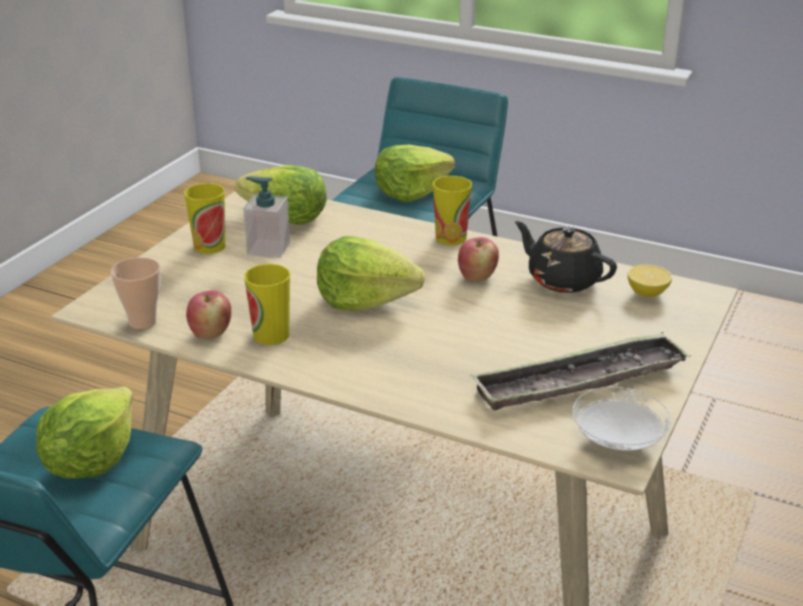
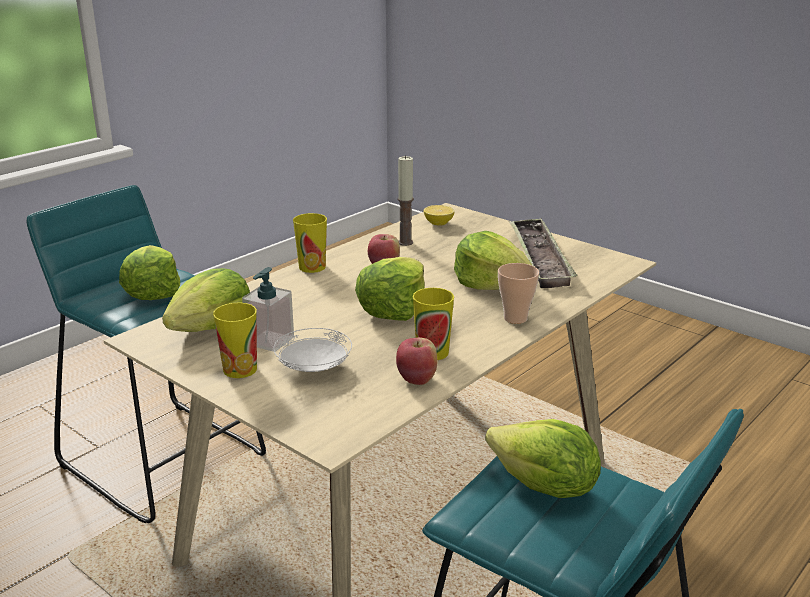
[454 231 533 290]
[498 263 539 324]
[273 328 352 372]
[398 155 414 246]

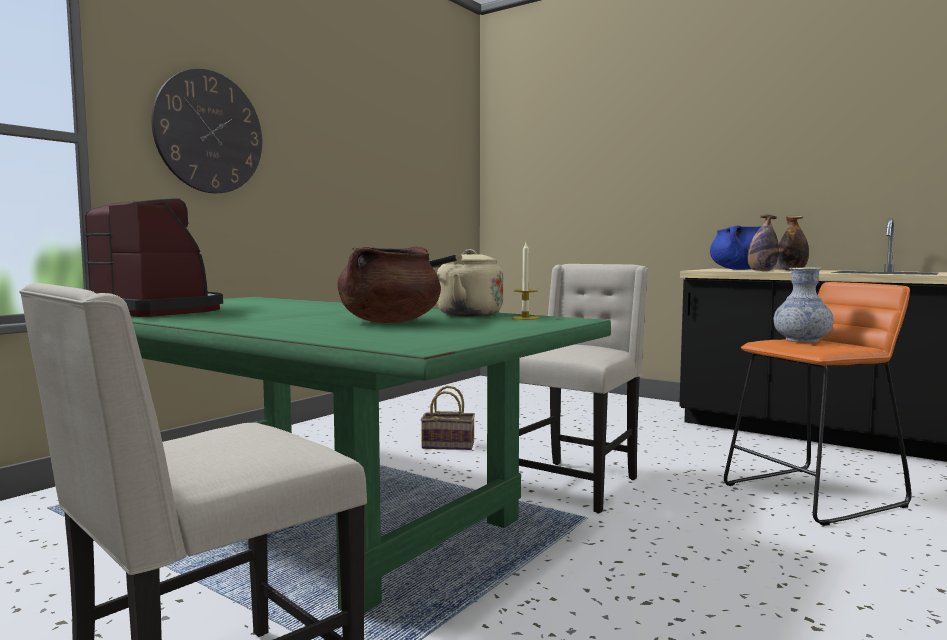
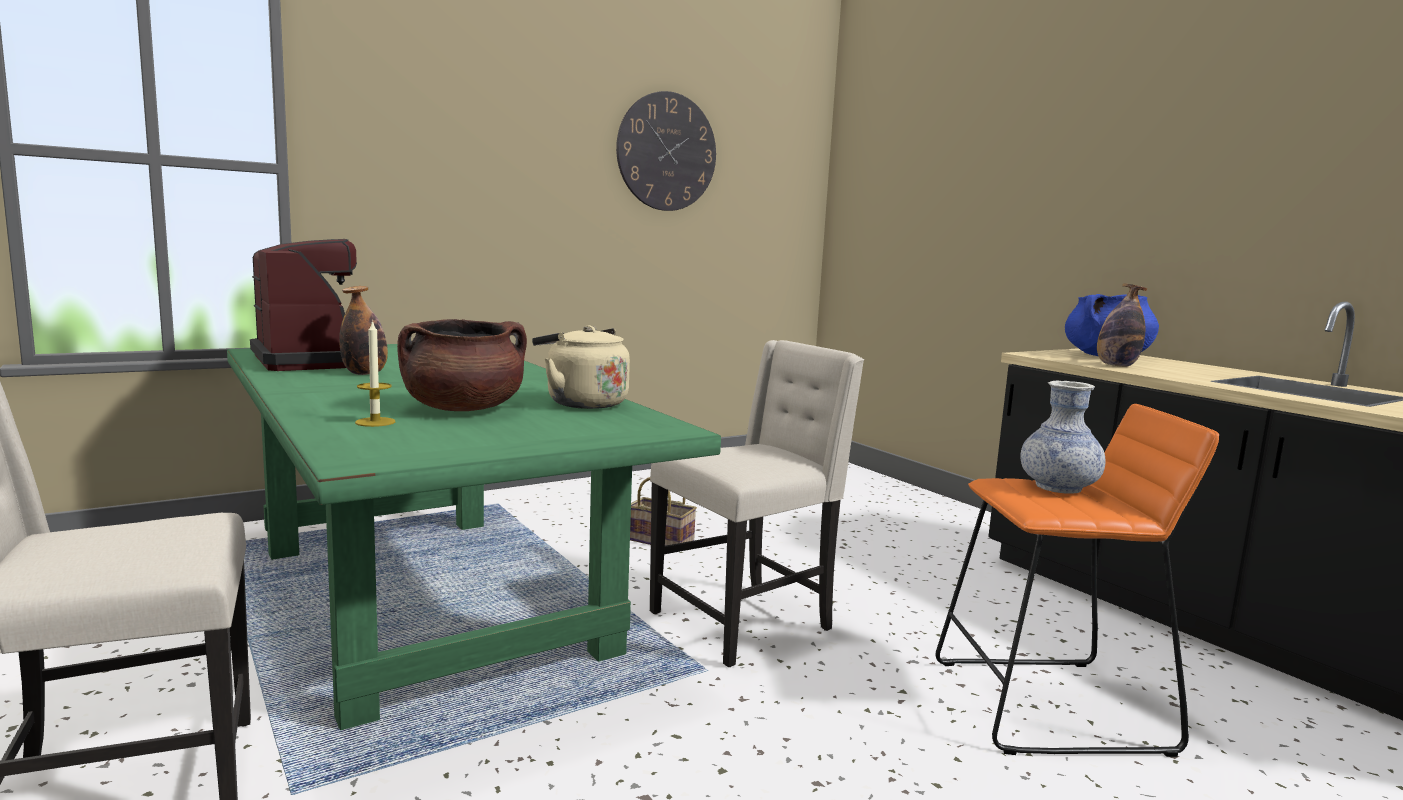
[616 91 716 211]
[355 320 395 427]
[339 286 388 375]

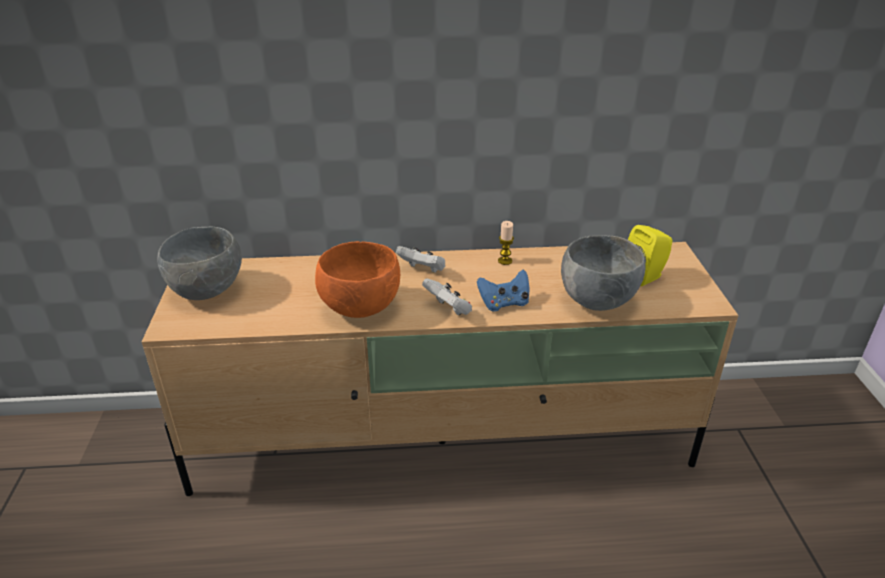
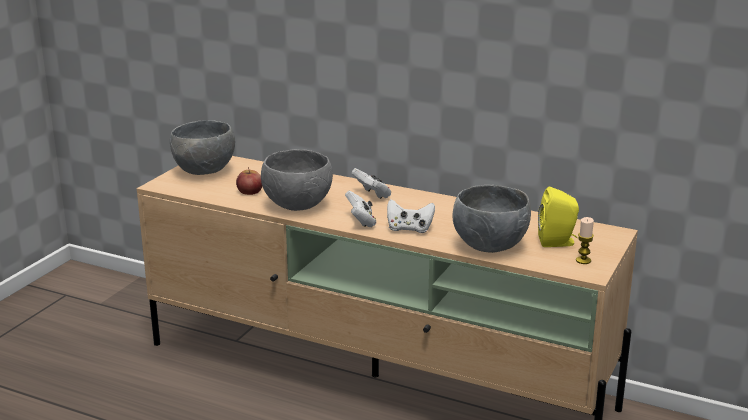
[236 167 262 195]
[576 217 594 264]
[261 149 333 211]
[387 199 435 233]

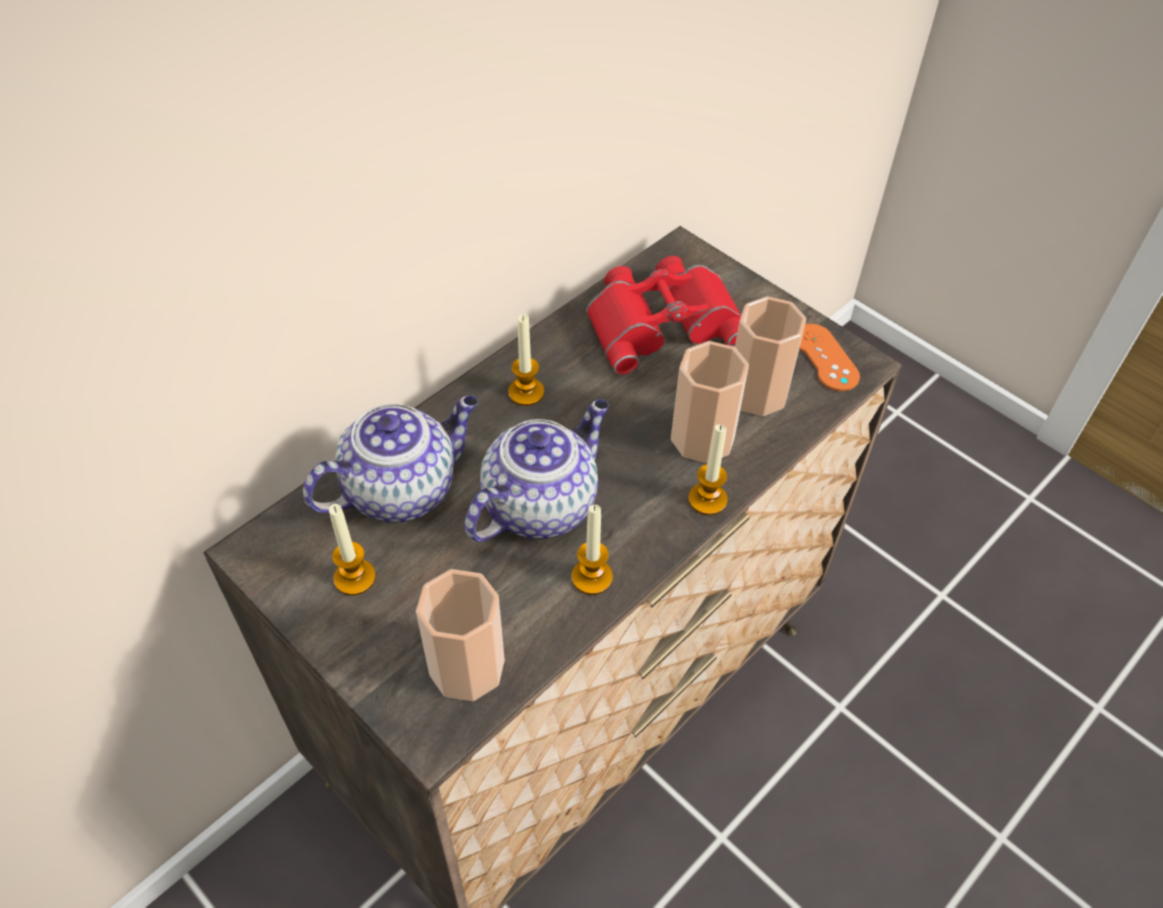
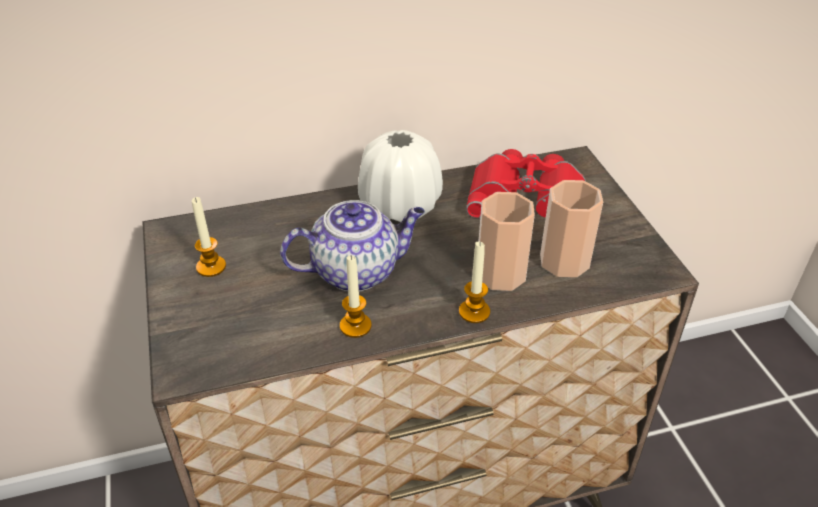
[303 396 478 522] (first image)
[416 569 505 701] (first image)
[799 324 860 391] (first image)
[358 130 443 222]

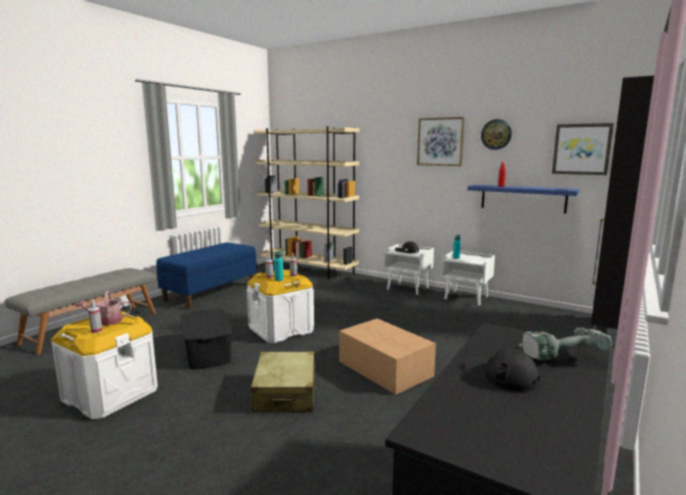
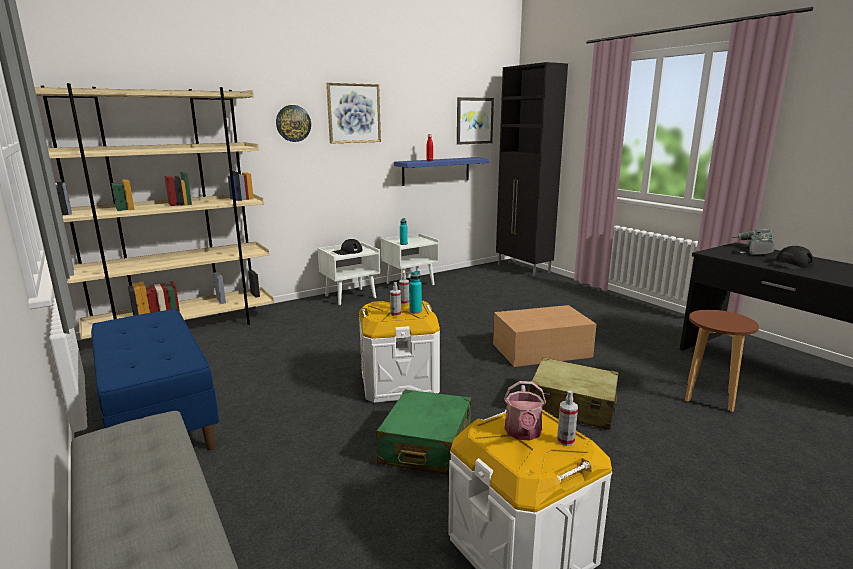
[685 310 759 412]
[276 105 311 142]
[376 390 471 475]

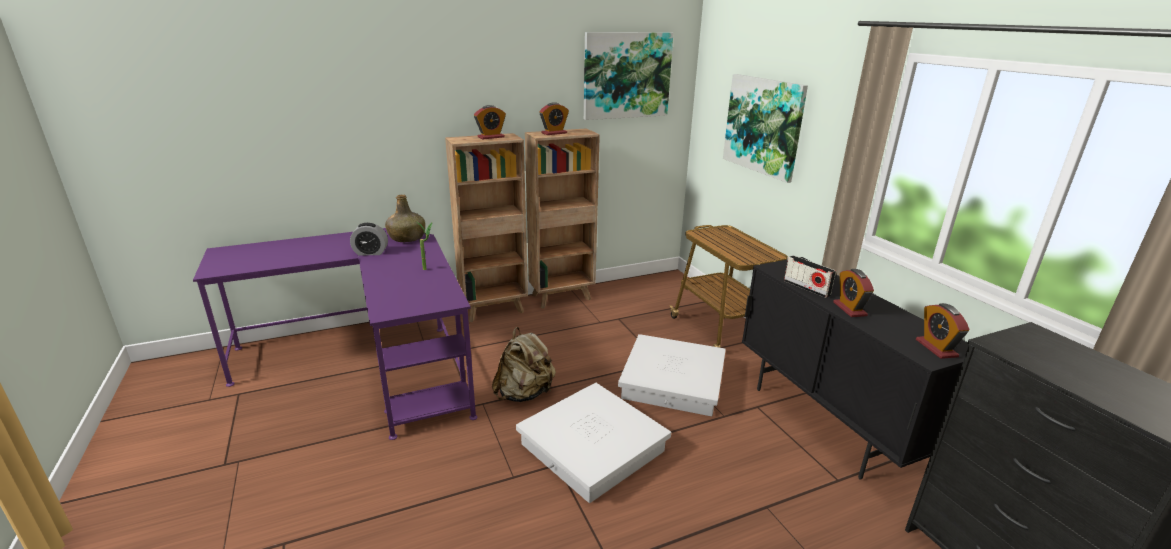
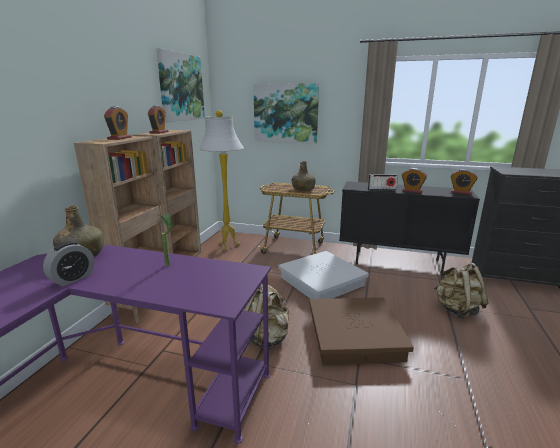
[199 110 244 251]
[292 161 316 191]
[434 263 488 319]
[309 297 414 365]

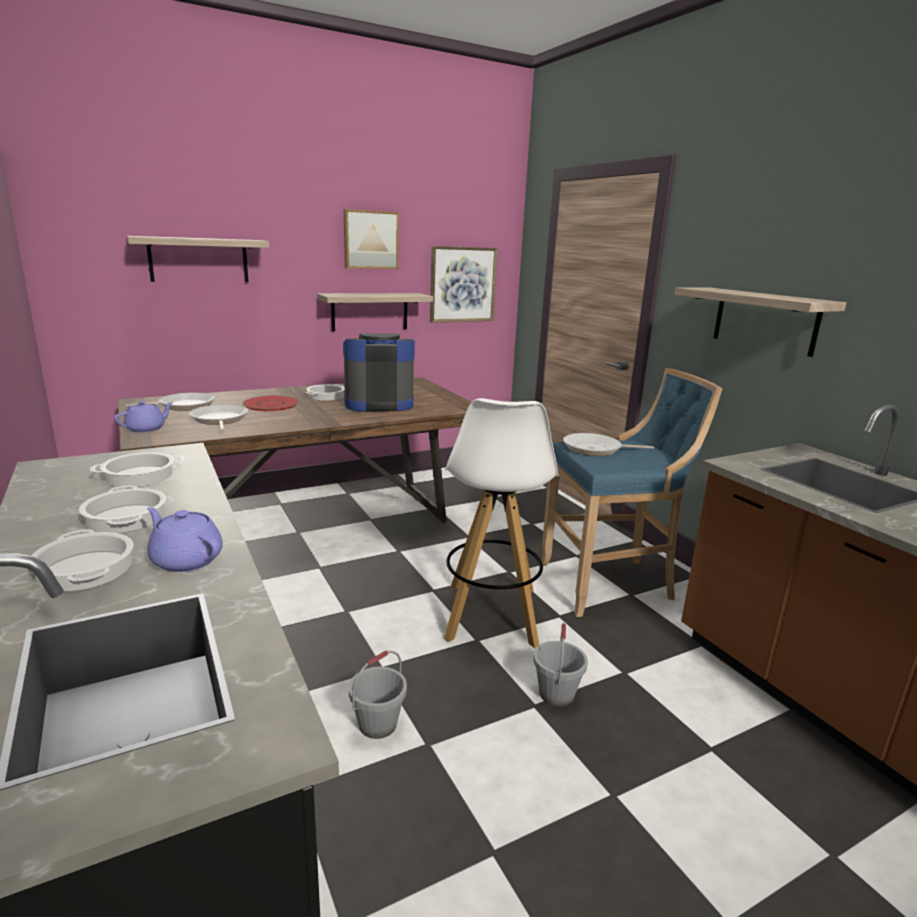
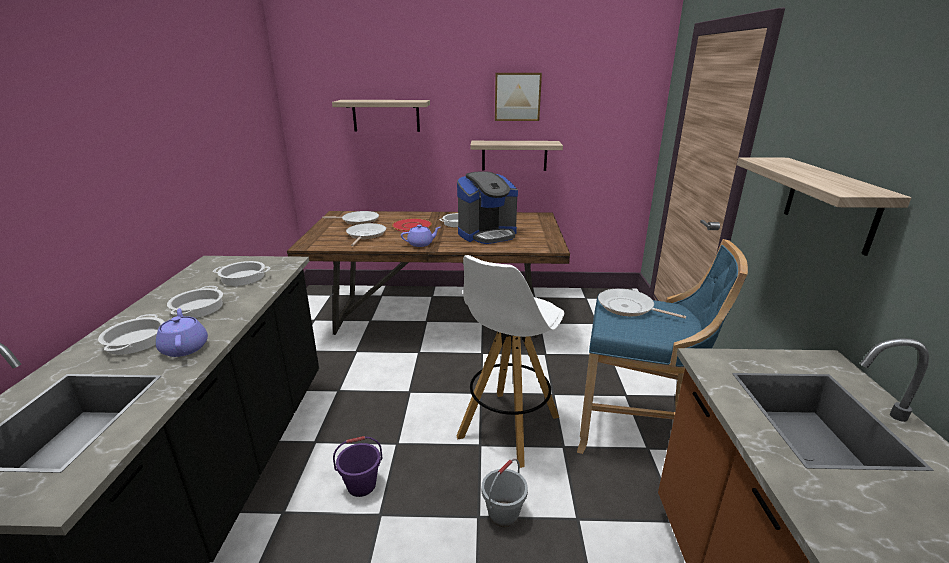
[430 246 498 323] (first image)
[401 225 440 247]
[333 436 383 497]
[457 171 518 244]

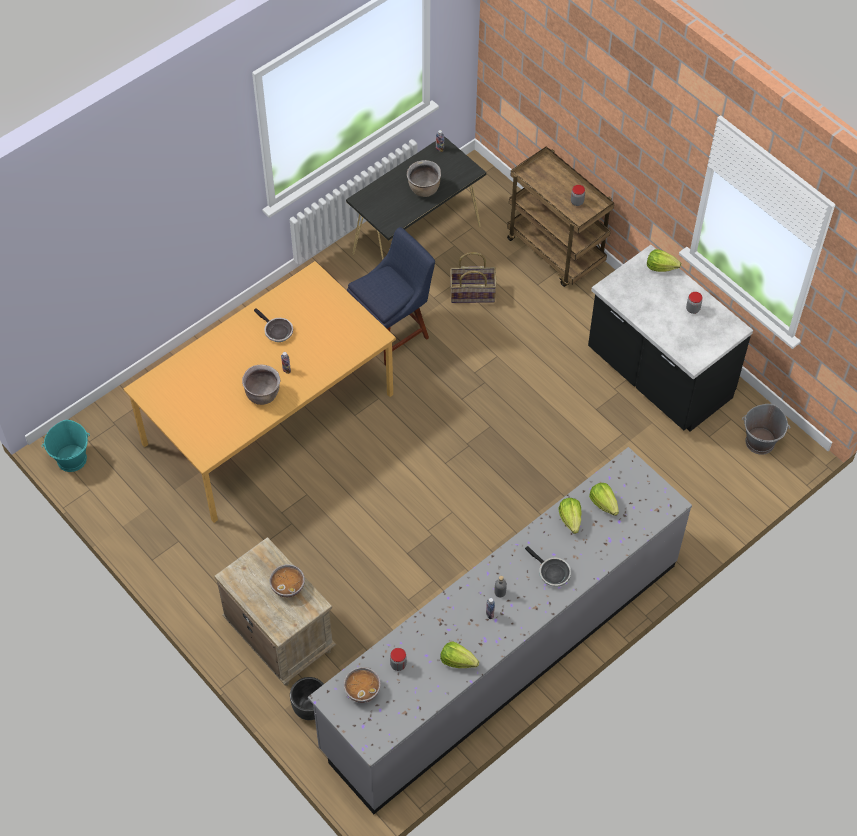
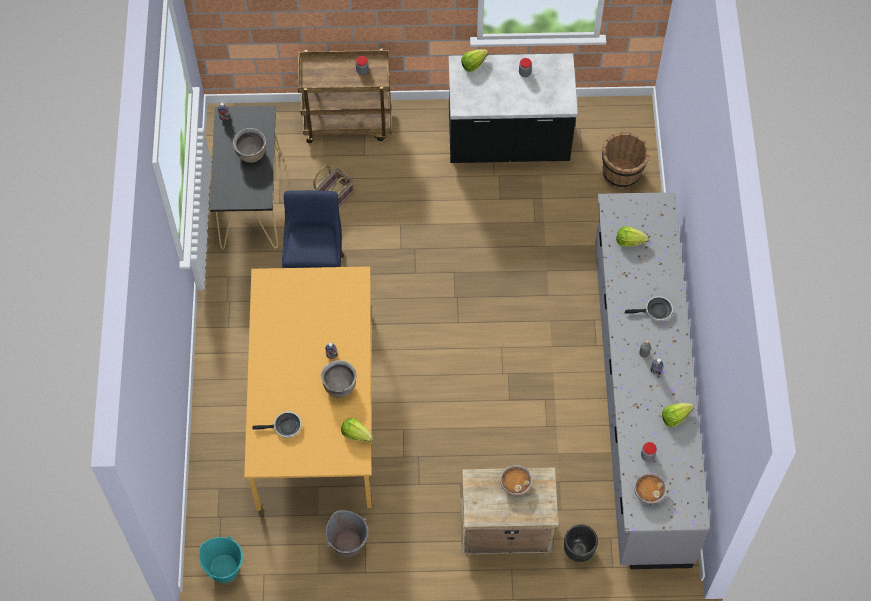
[602 132 650 189]
[252 412 302 438]
[341 418 373 442]
[326 510 369 557]

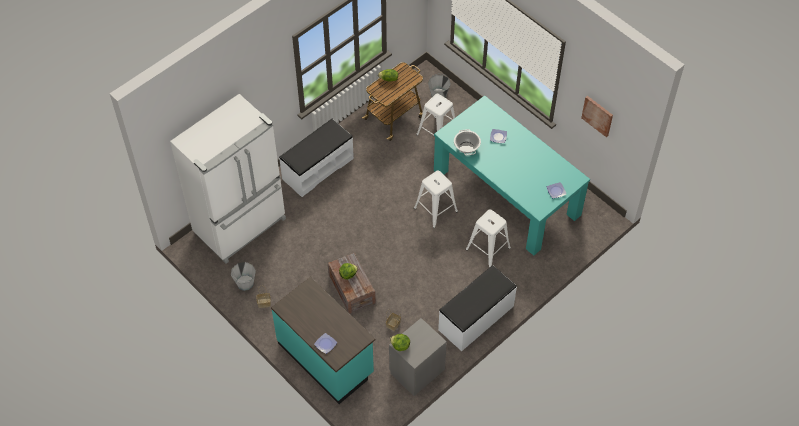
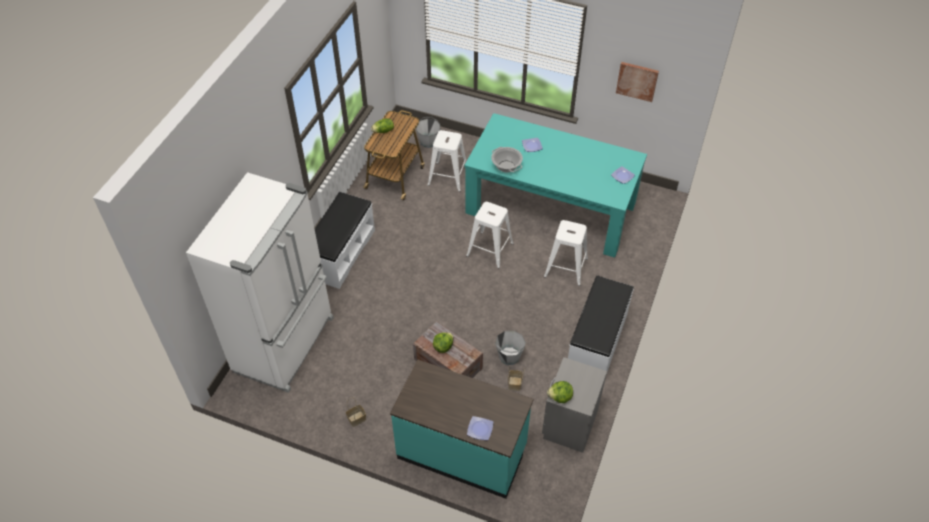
[495 331 526 365]

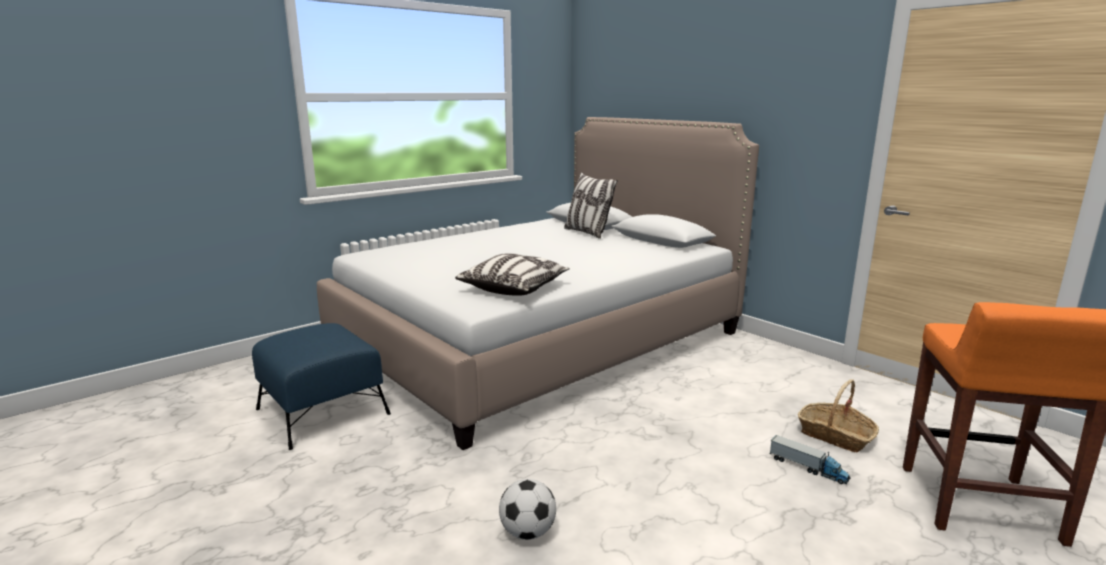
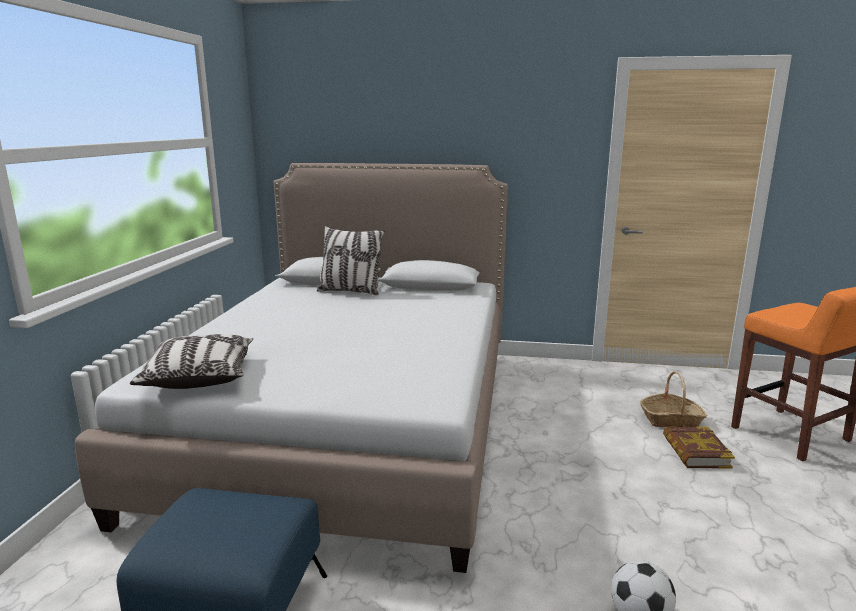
[130 334 253 389]
[663 427 735 469]

